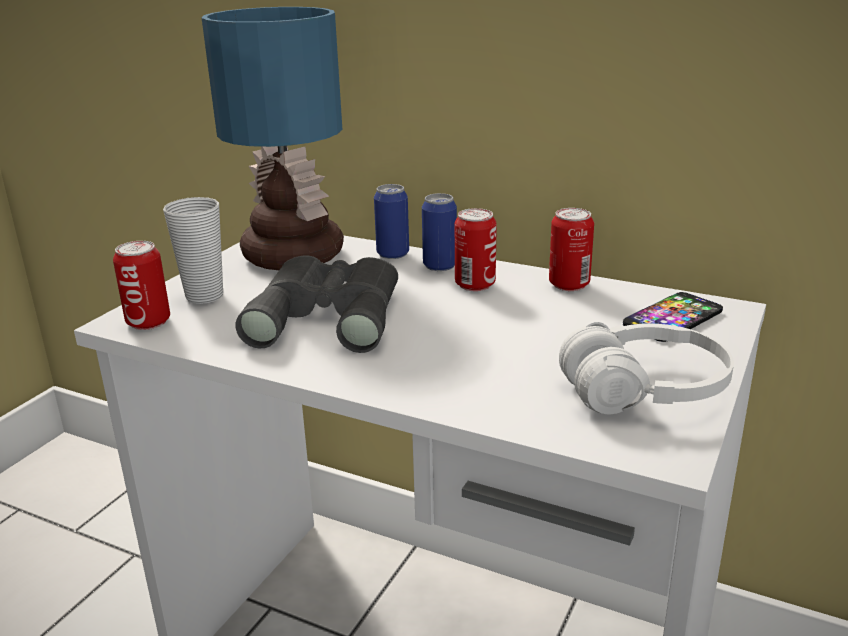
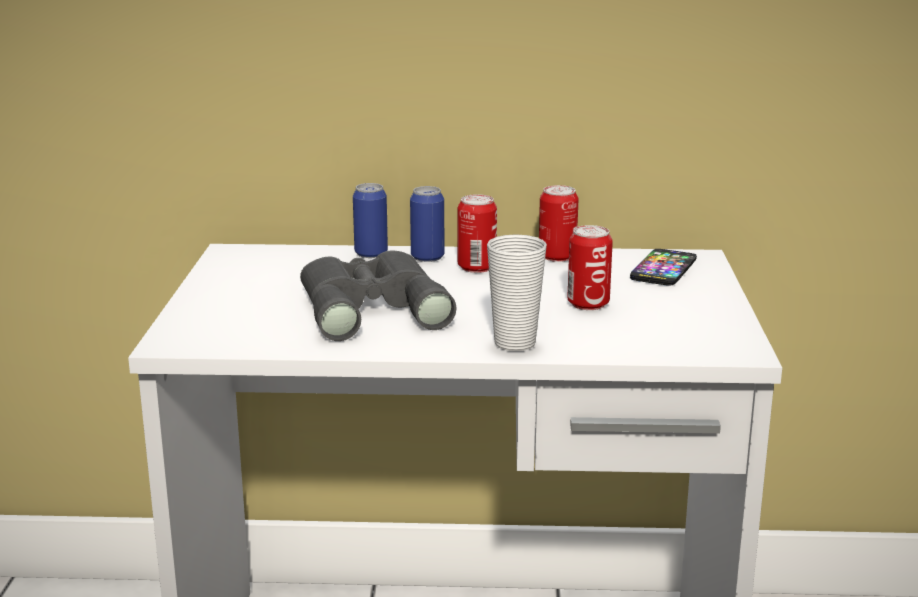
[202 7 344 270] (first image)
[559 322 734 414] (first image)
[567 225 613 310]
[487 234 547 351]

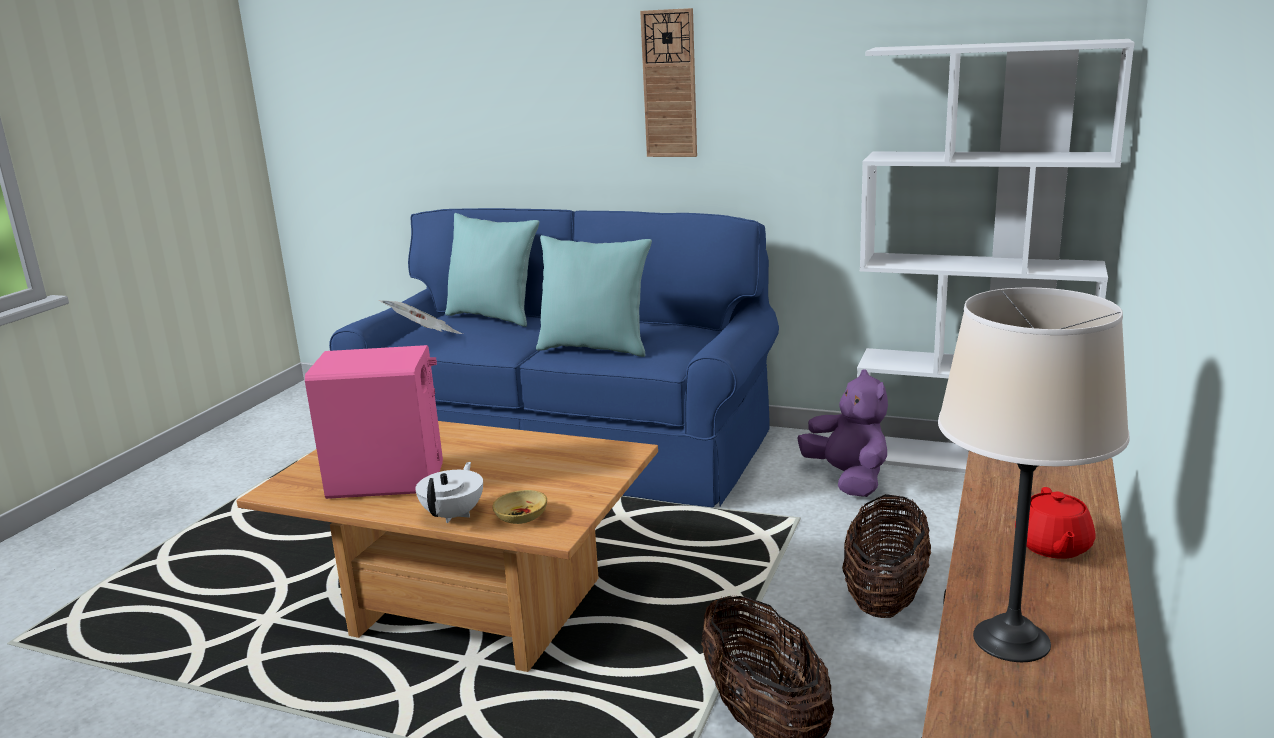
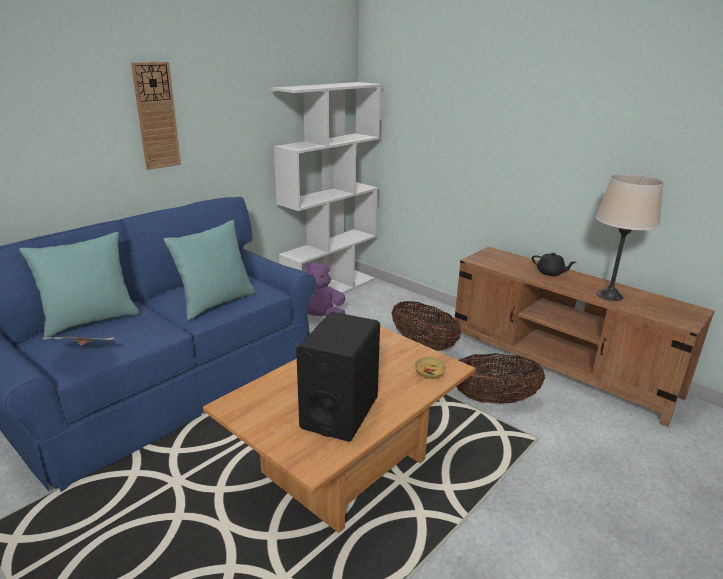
[415 462 483 523] (first image)
[296 312 380 442]
[532 253 577 276]

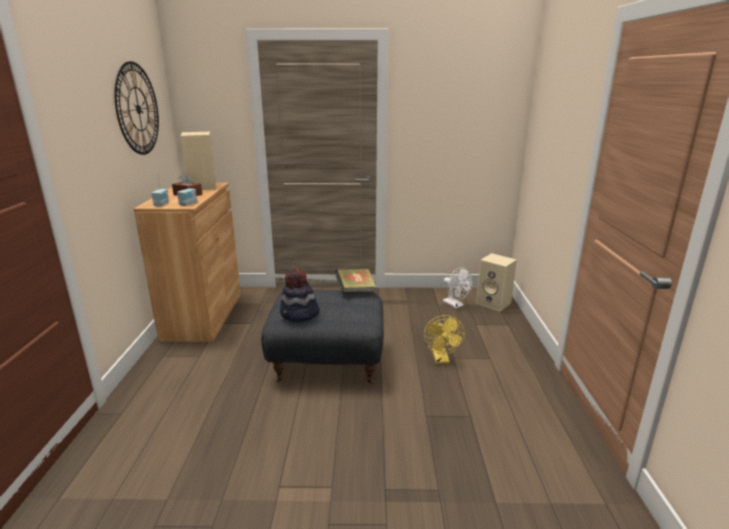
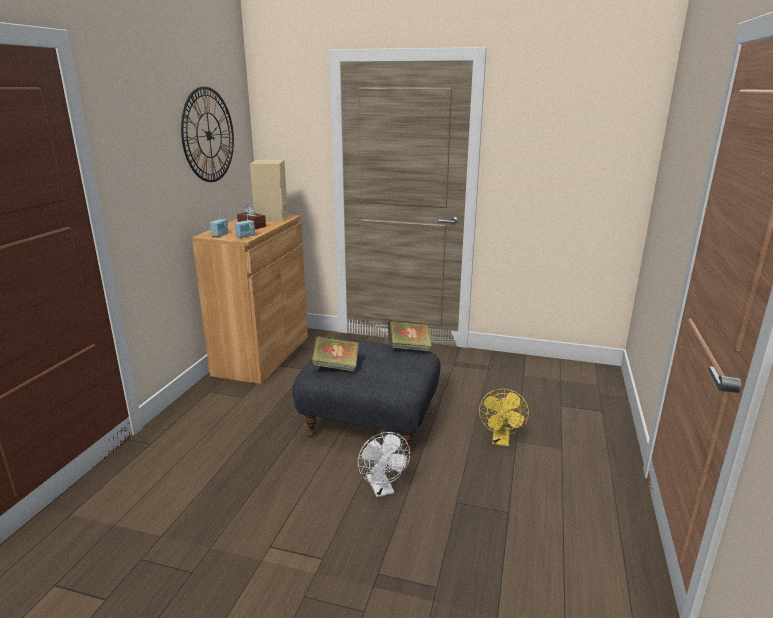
[476 253 517 312] (first image)
[358 432 410 497]
[311 336 359 372]

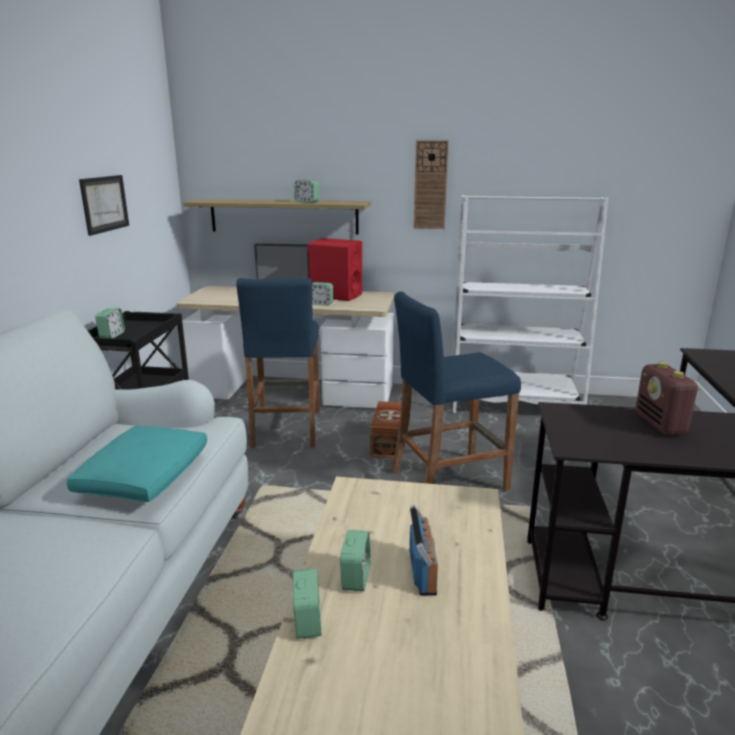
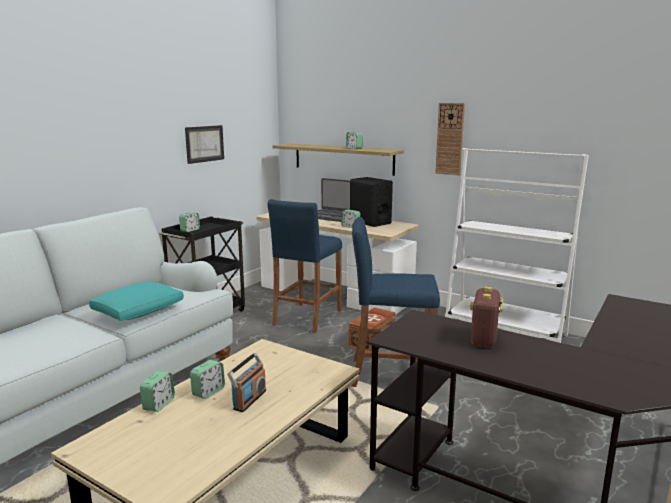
[350 177 393 227]

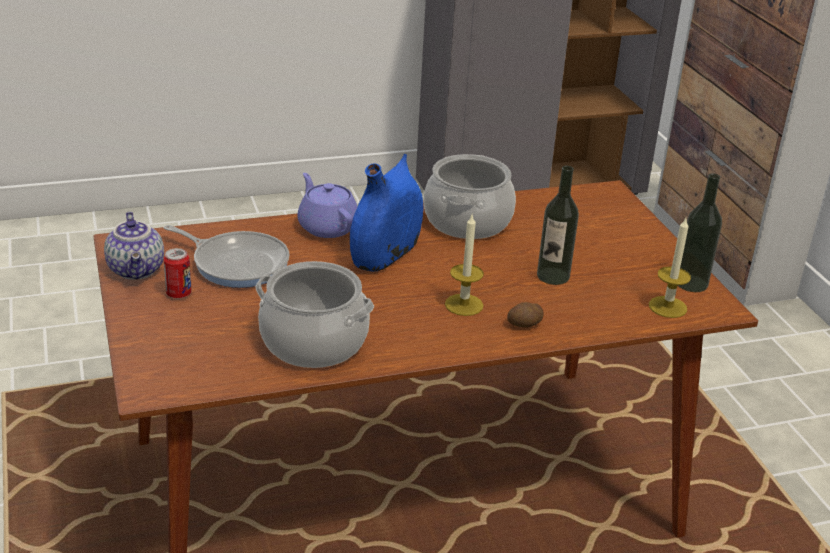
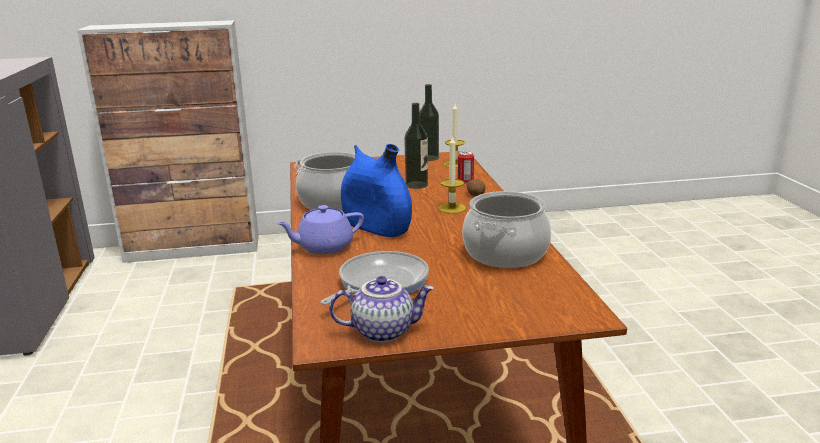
[458 151 474 183]

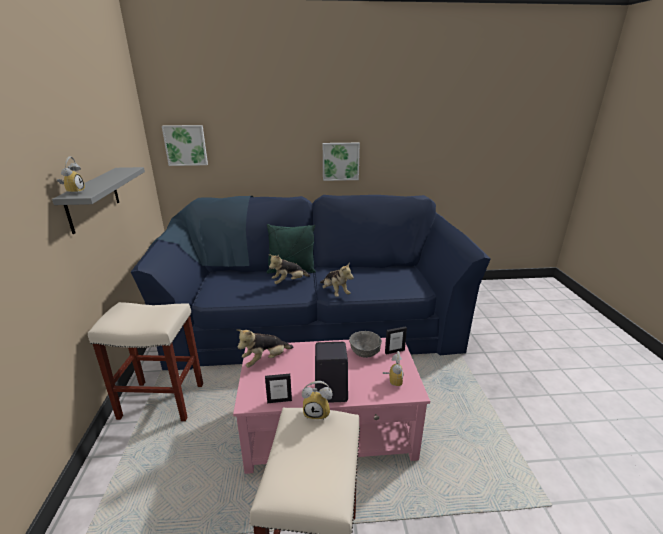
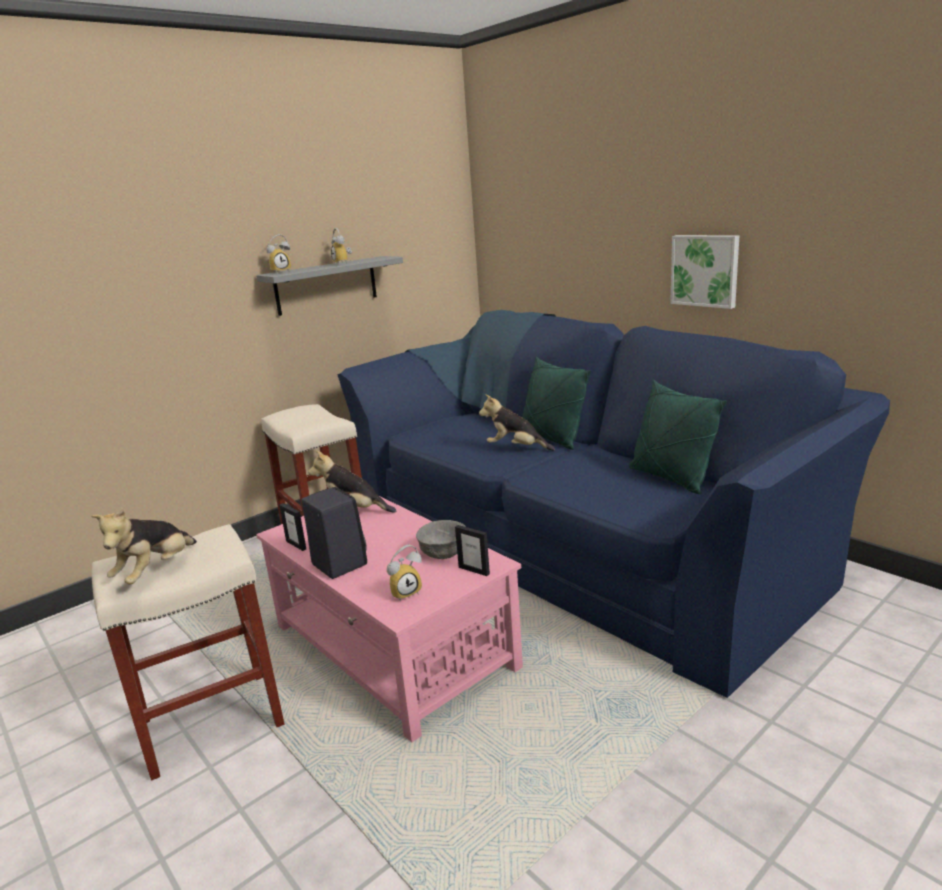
[162 125 208 166] (first image)
[629 380 727 494]
[331 228 352 264]
[91 508 197 584]

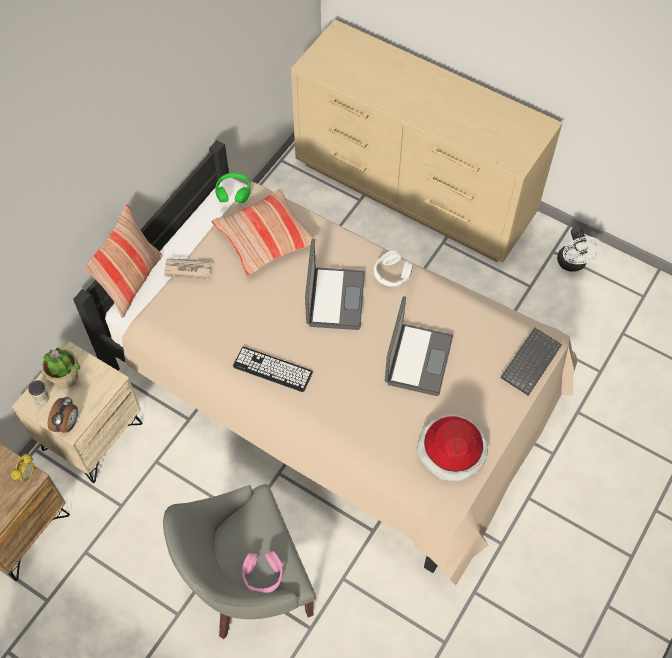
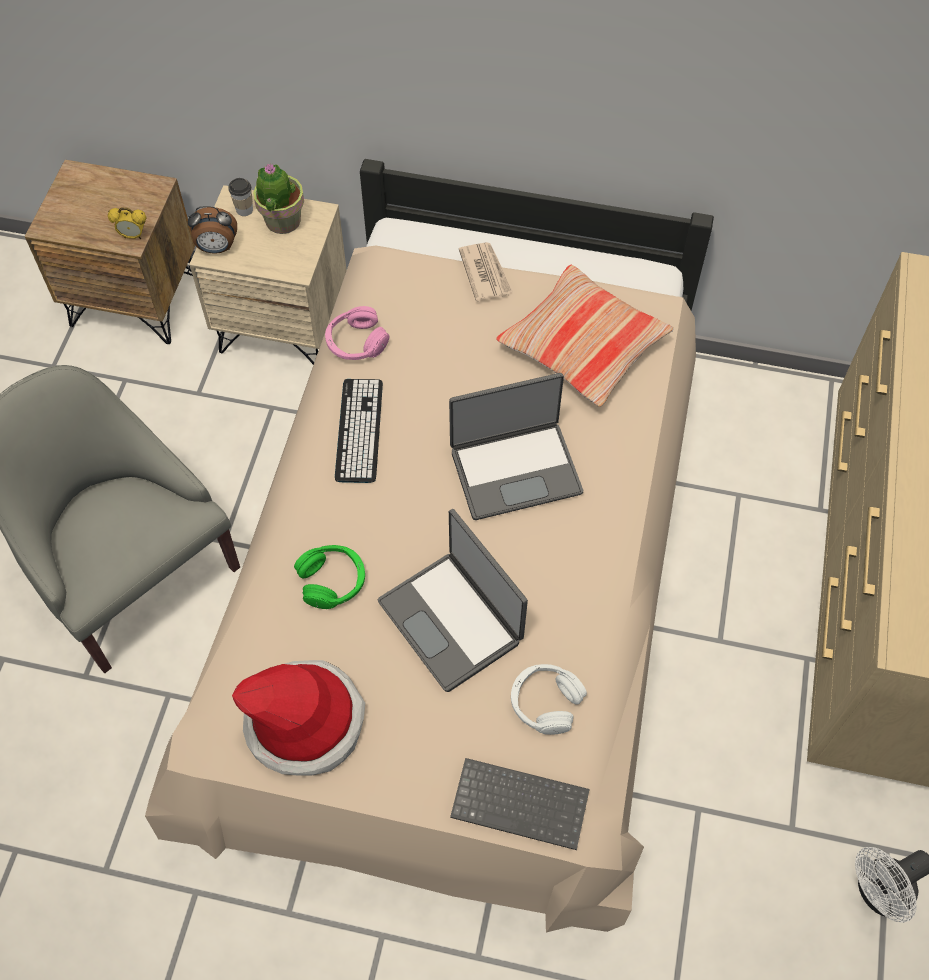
[84 205 162 318] (first image)
[294 545 365 609]
[325 306 389 360]
[511 664 587 735]
[378 509 528 692]

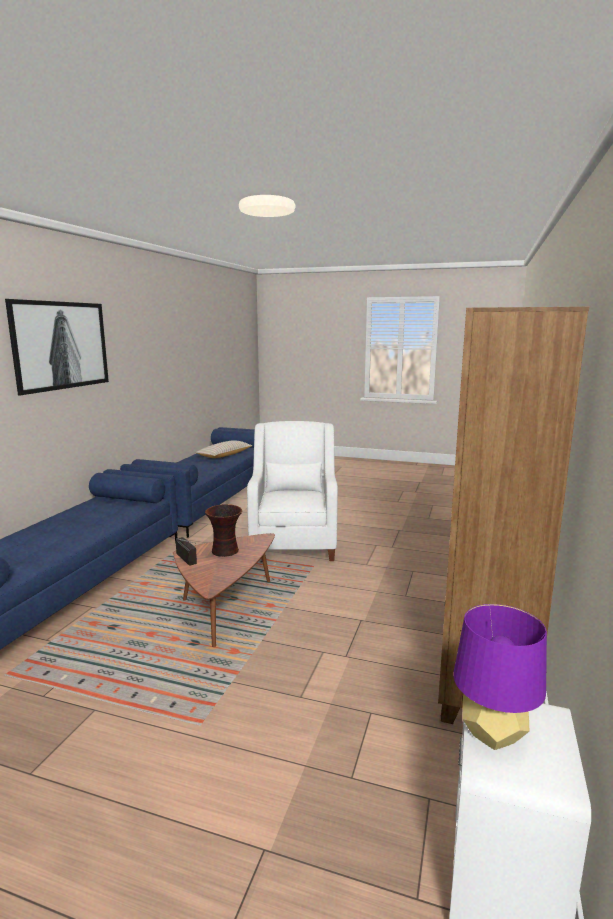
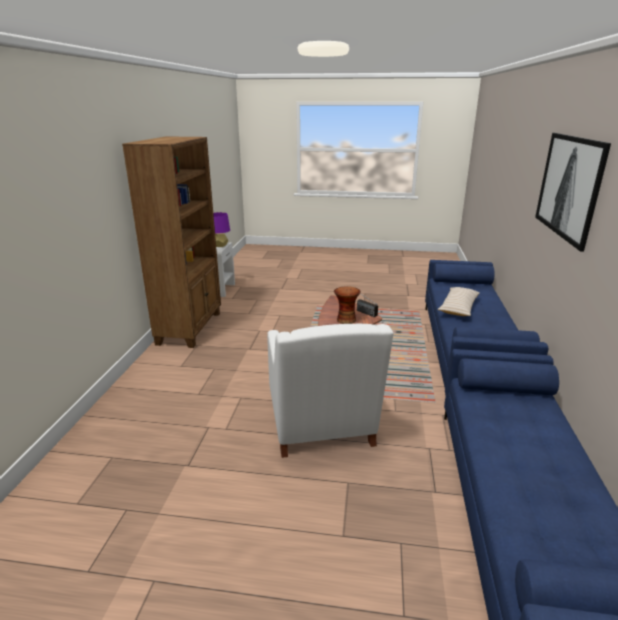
[438 287 480 316]

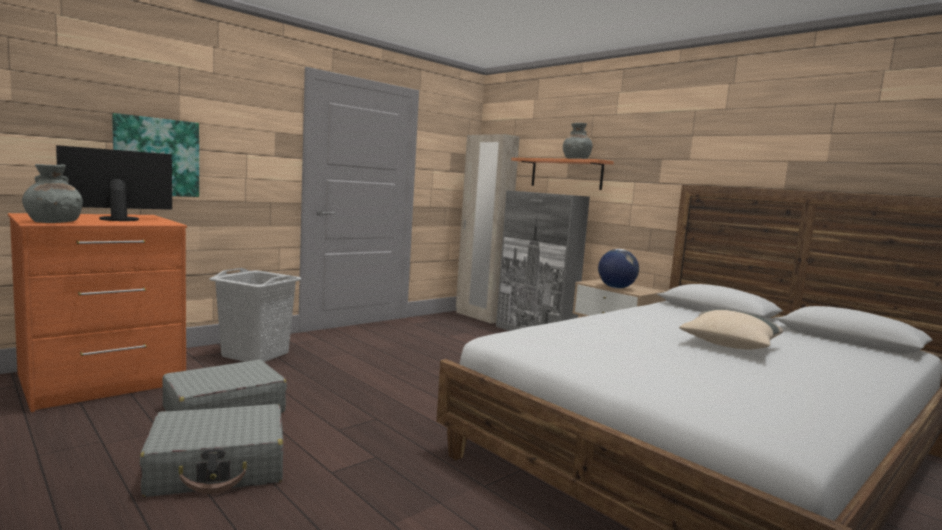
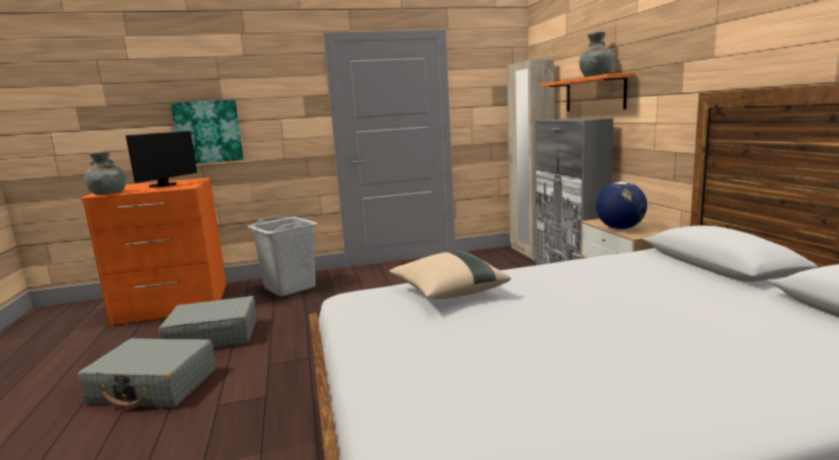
[389 251 511 299]
[126 131 197 188]

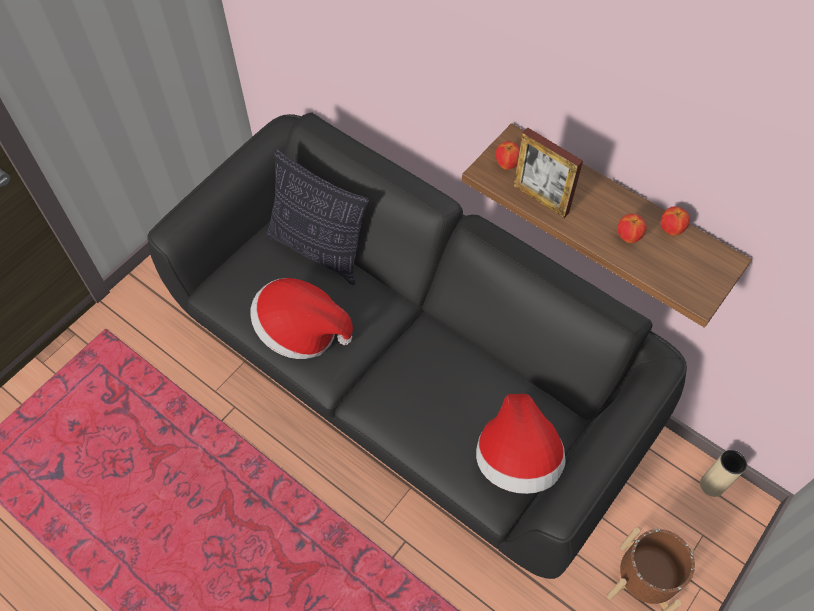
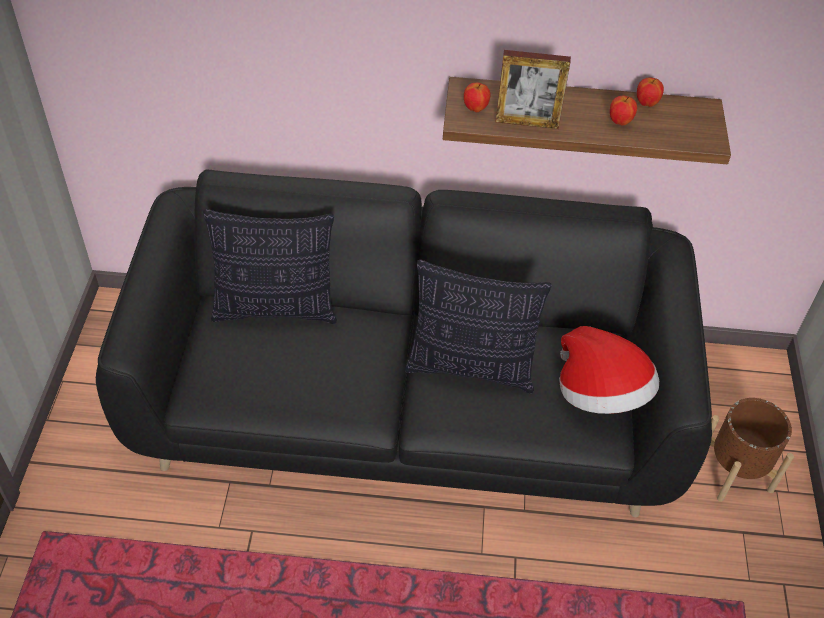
[250 278 353 359] (first image)
[700 450 747 497] (first image)
[405 260 552 394]

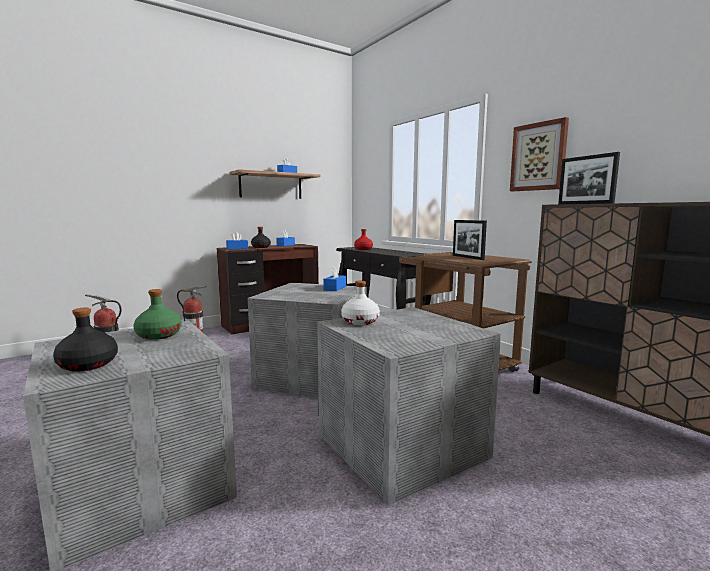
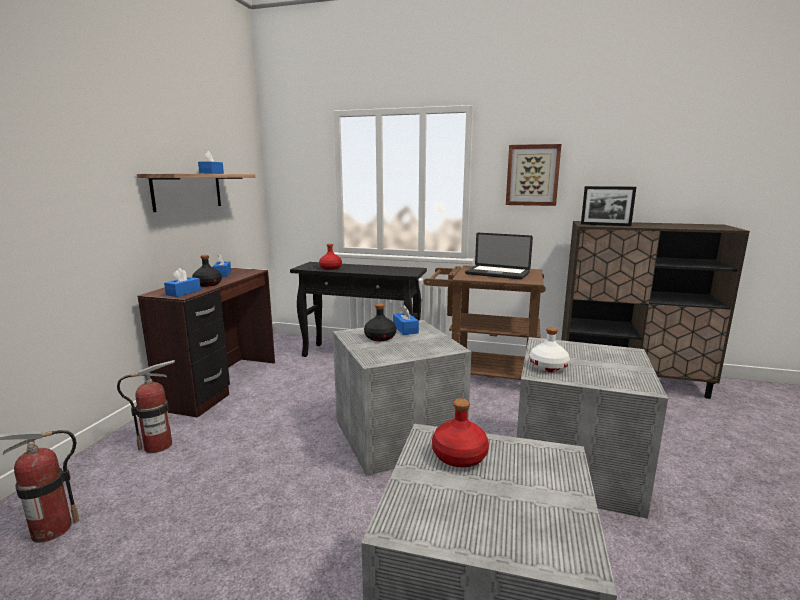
[364 303 396 341]
[465 233 533 279]
[432 399 489 467]

